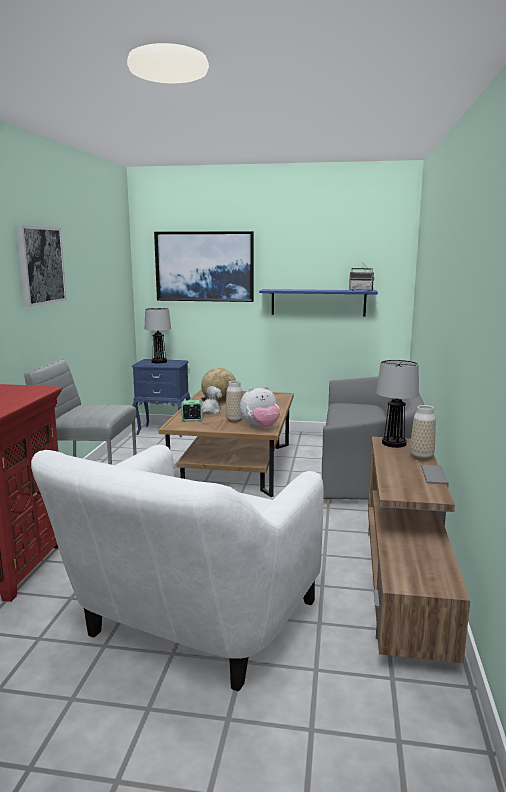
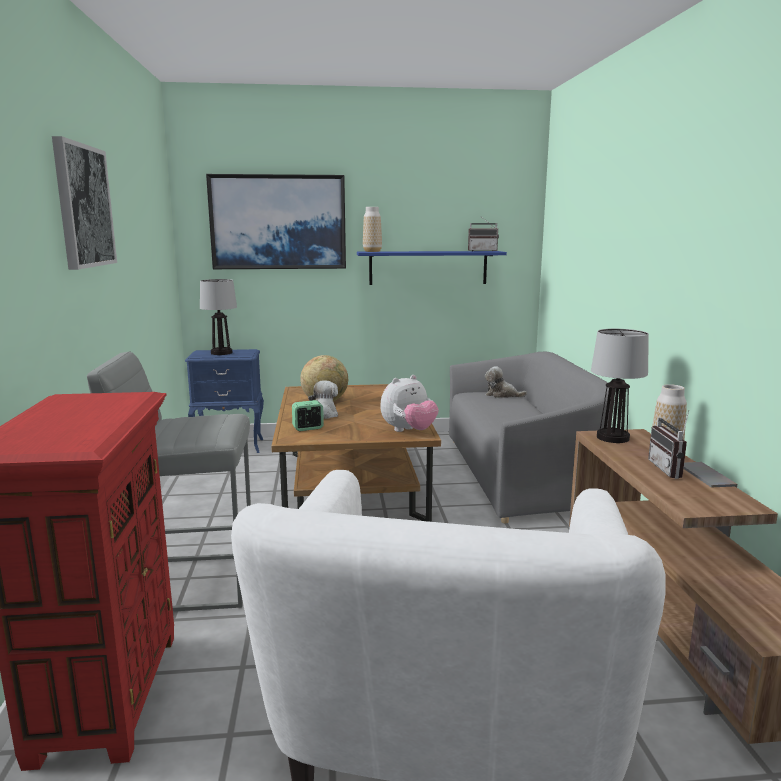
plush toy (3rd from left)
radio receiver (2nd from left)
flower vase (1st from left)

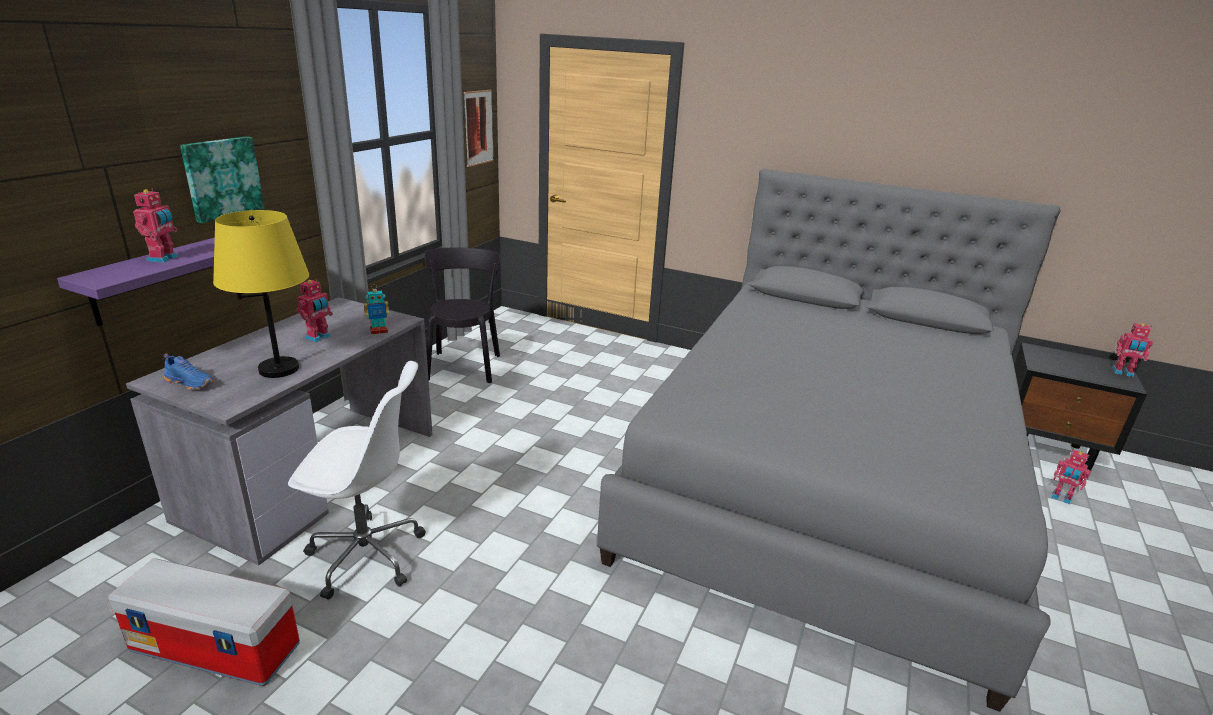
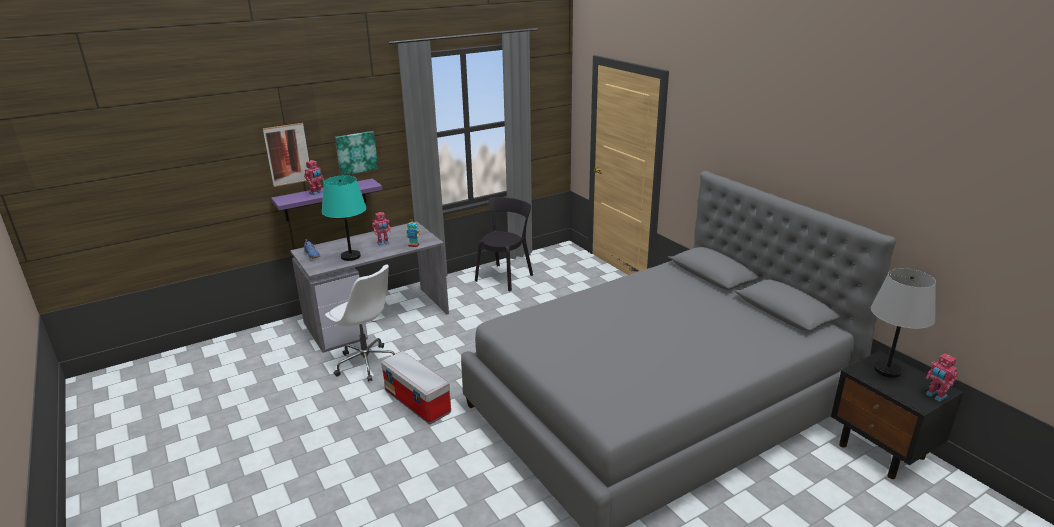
model robot (4th from left in the first image)
gray table lamp
storage container
wall art (1st from left)
turquoise-coloured table lamp

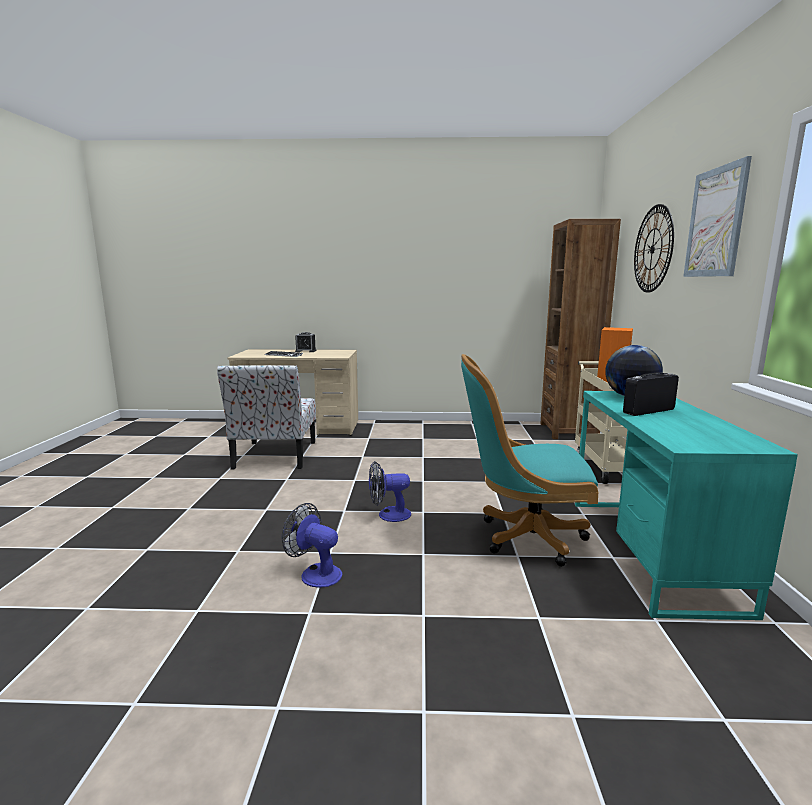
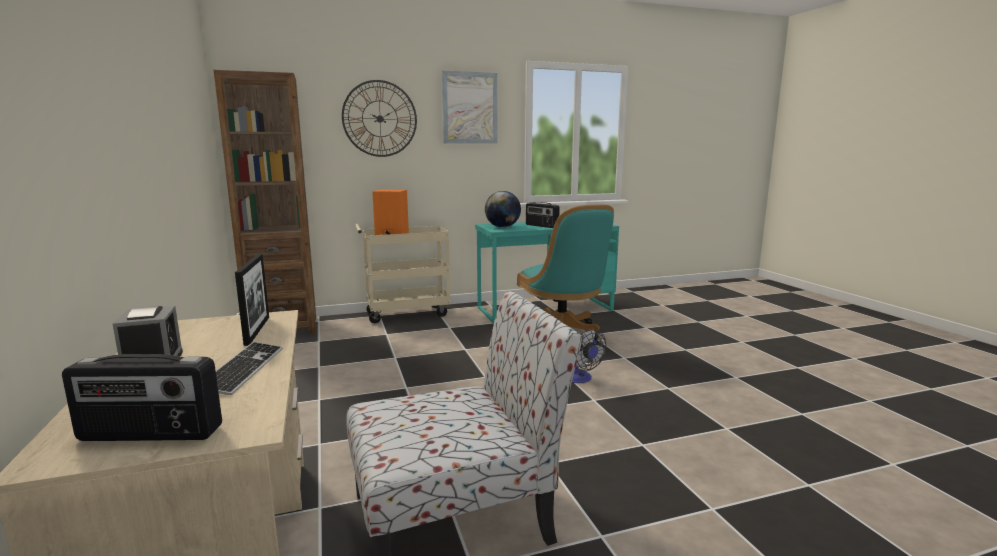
cooling fan (1st from left in the first image)
radio receiver (1st from left)
standing frame

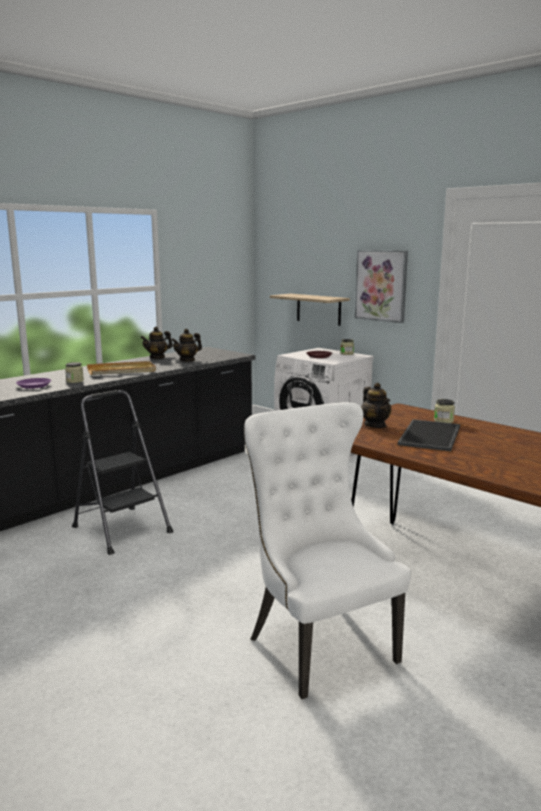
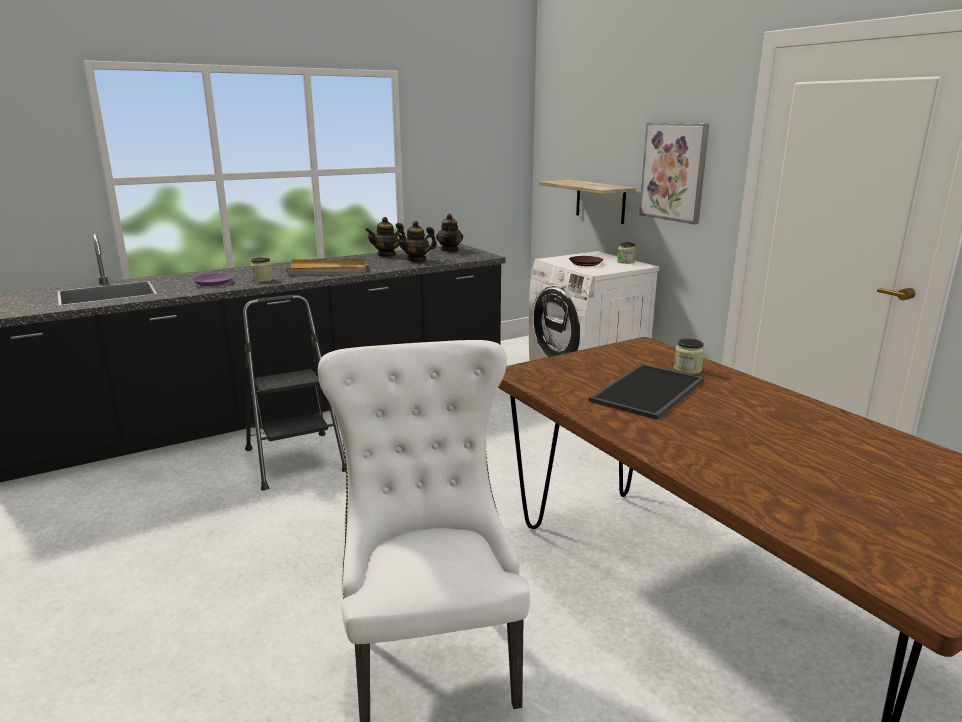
teapot (3rd from left)

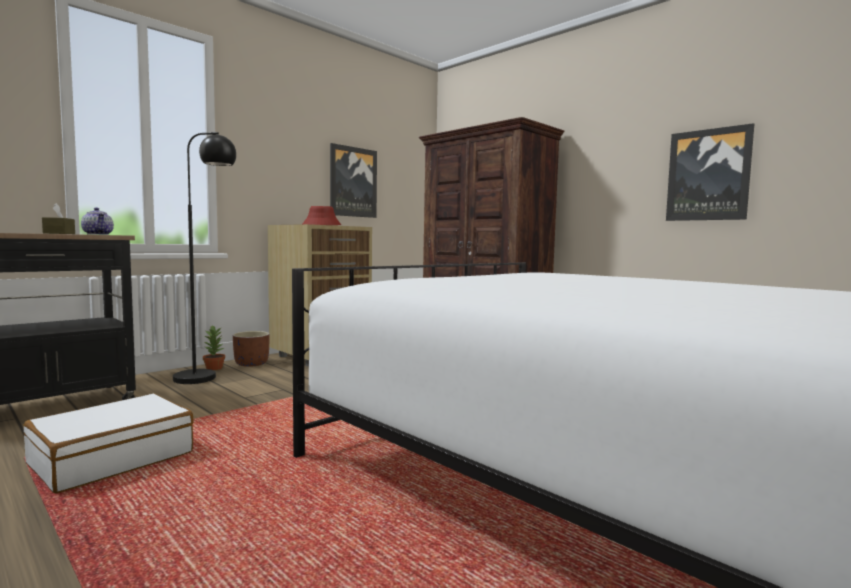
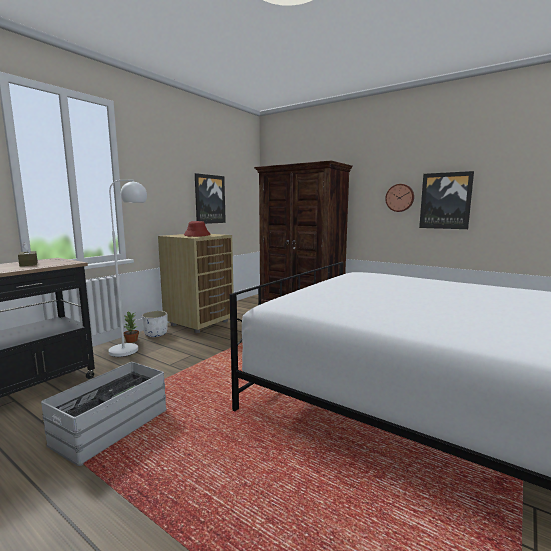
teapot
hanging clock
gray storage container
white-coloured floor lamp
white-coloured plant pot

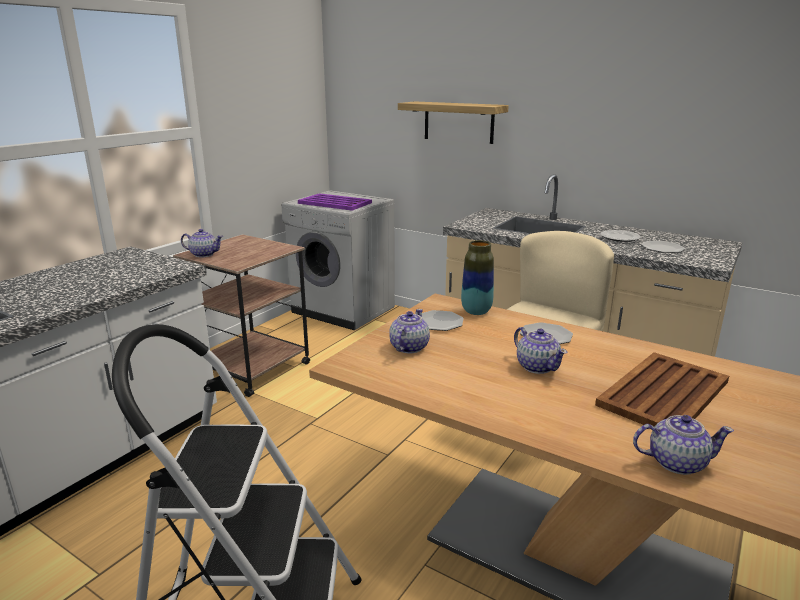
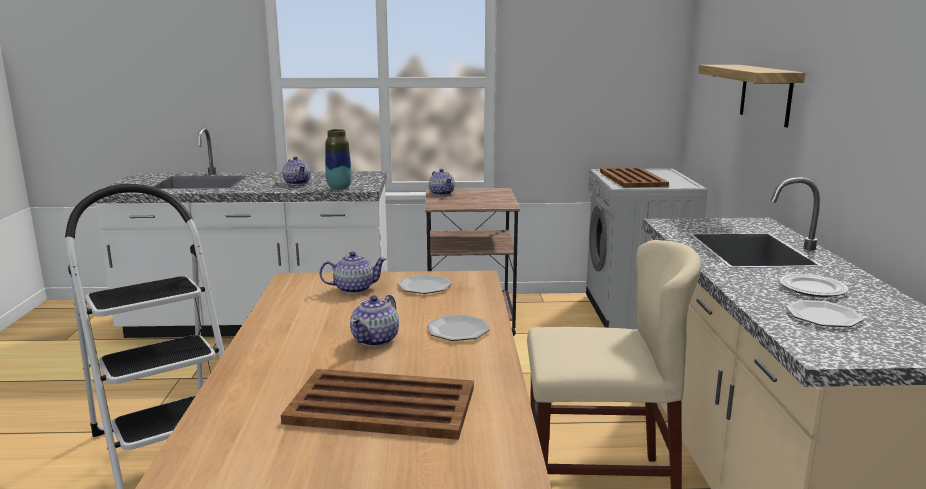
flower vase
teapot (1st from left)
brownish carrying tray (2nd from left)

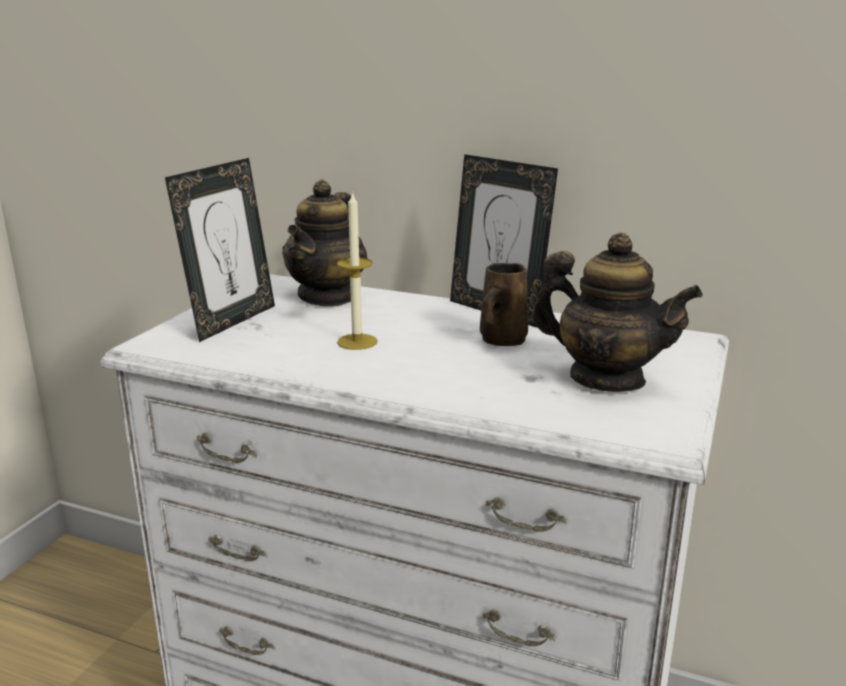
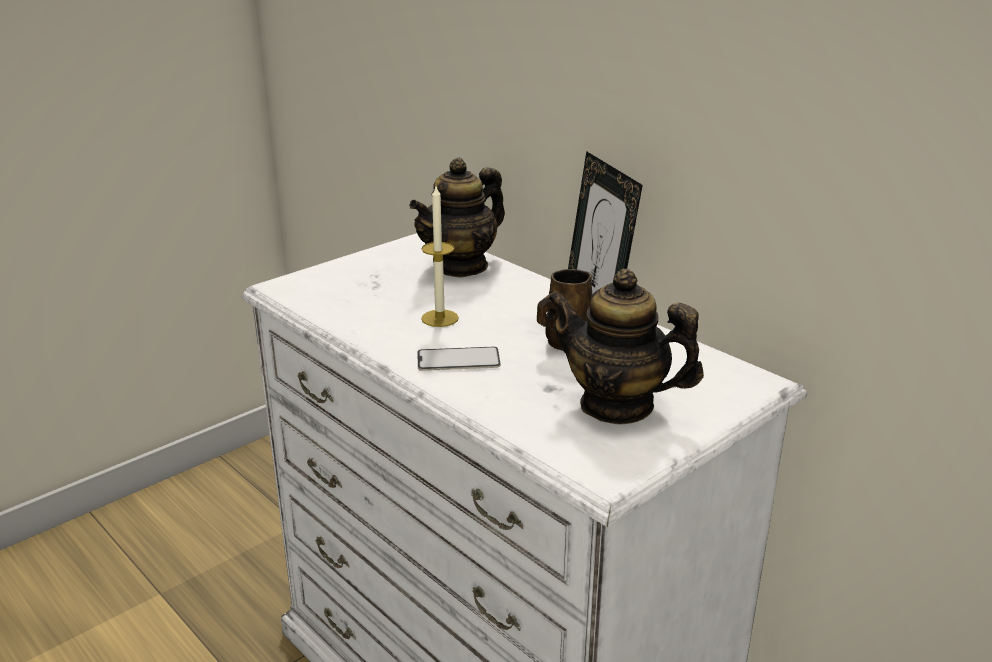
standing frame (1st from left in the first image)
handset
teapot (2nd from left)

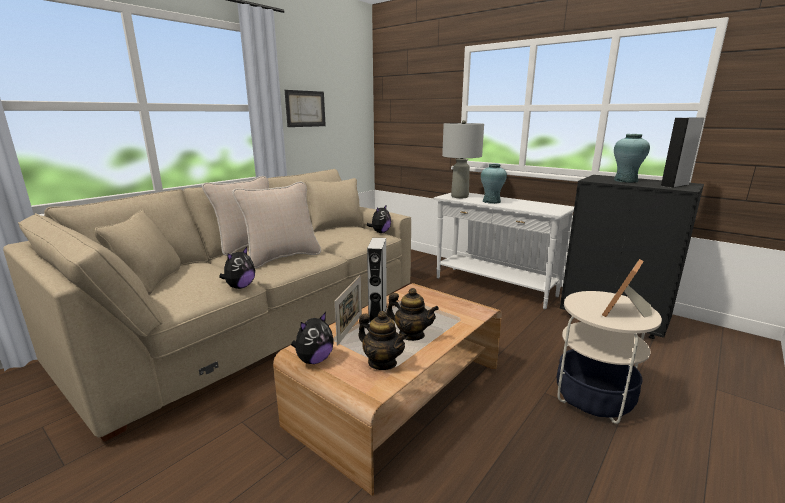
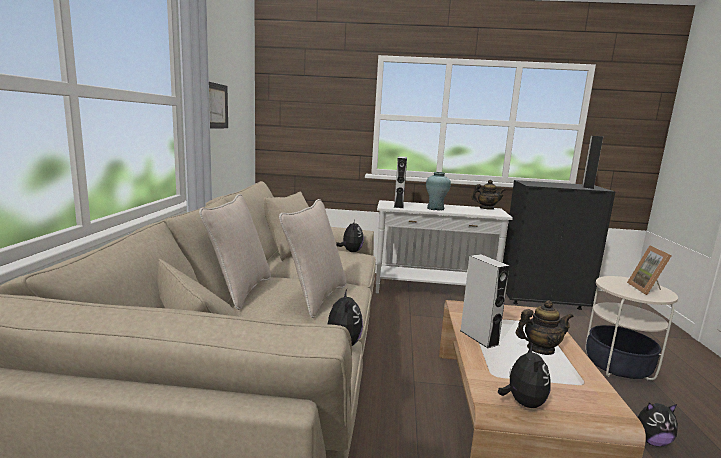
standing frame (1st from left in the first image)
turquoise-coloured flower vase (2nd from left in the first image)
plush toy (4th from left)
teapot (1st from left)
gray audio speaker (1st from left)

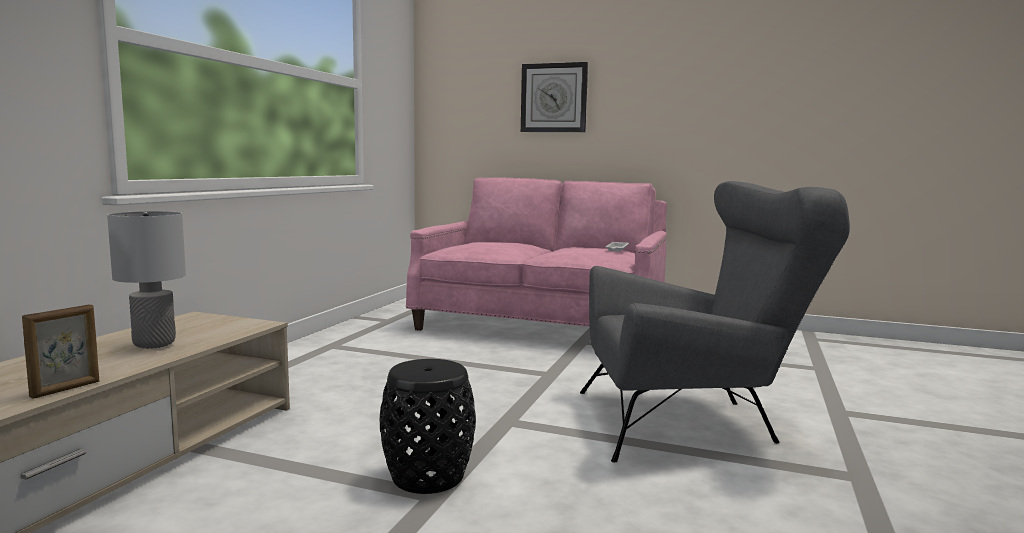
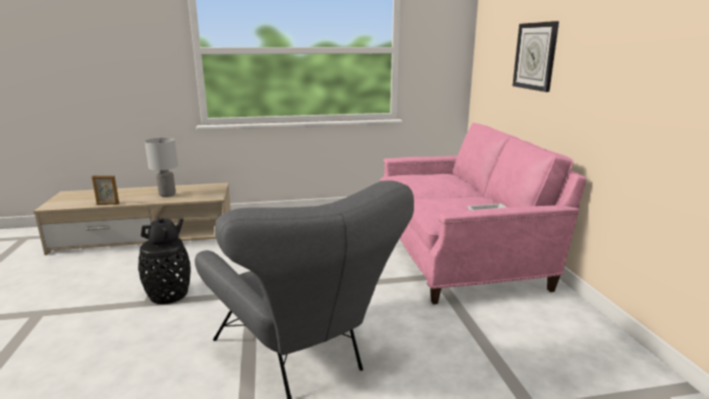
black-coloured teapot

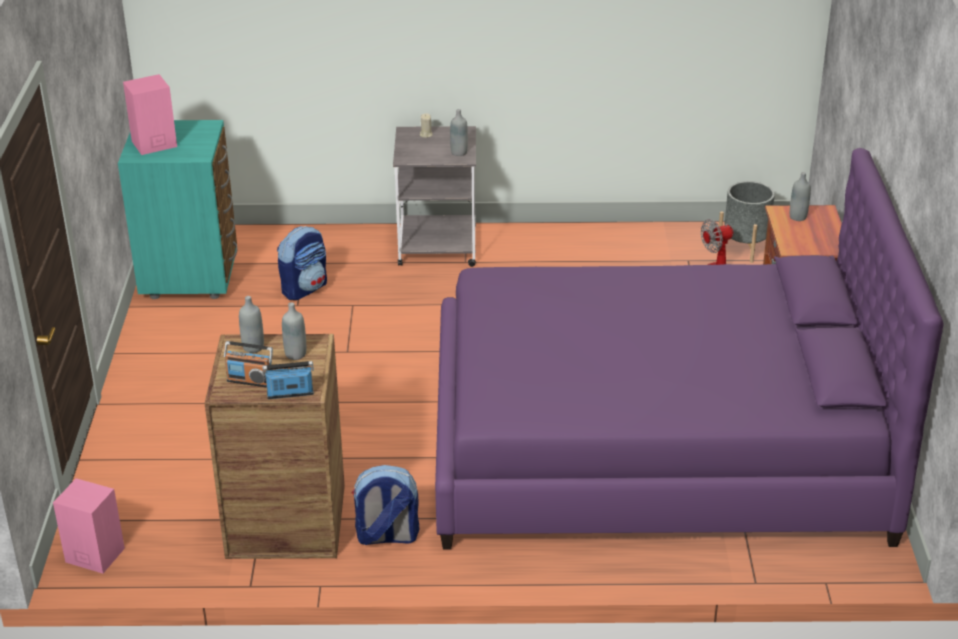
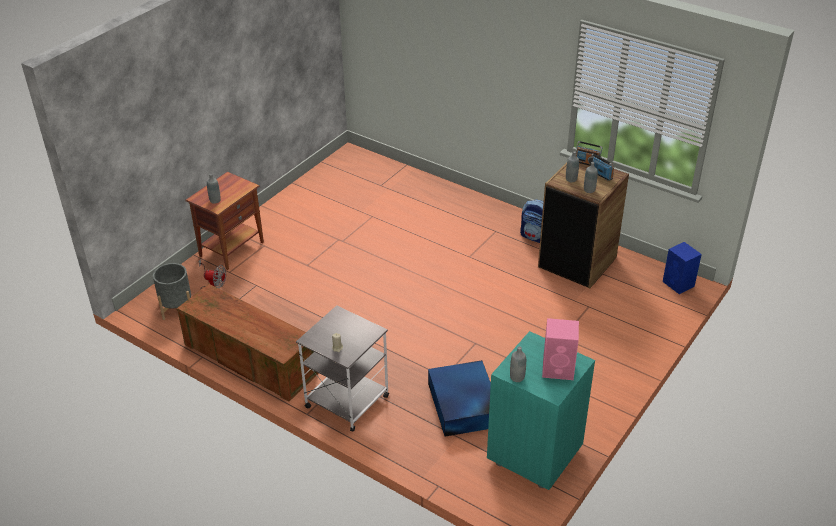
purplish bed
brownish bench
gray beverage bottle (2nd from left)
blue-coloured storage container
blue-coloured audio speaker

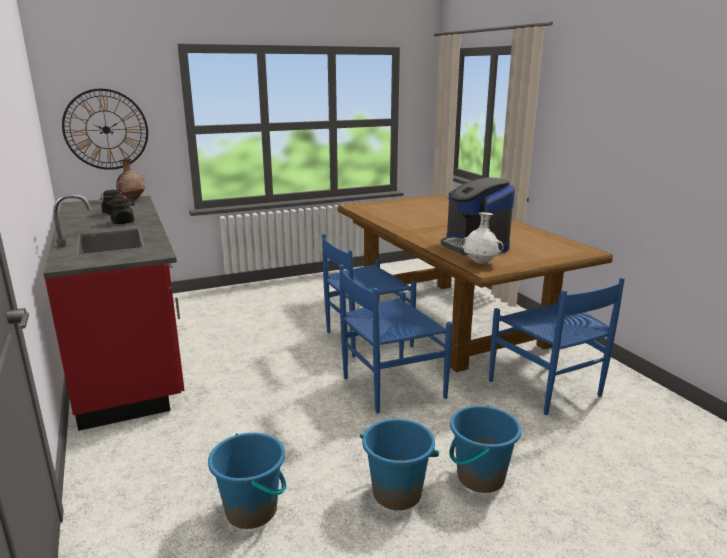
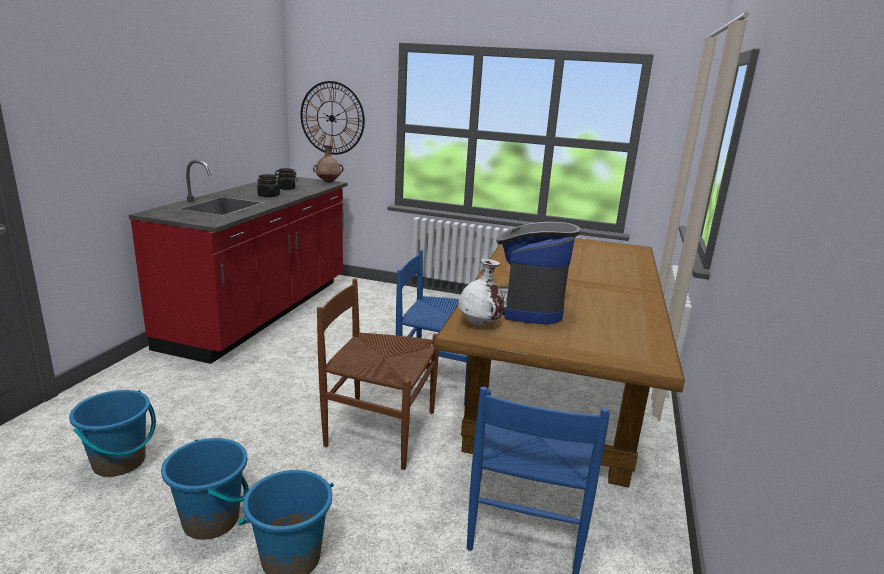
brownish chair

